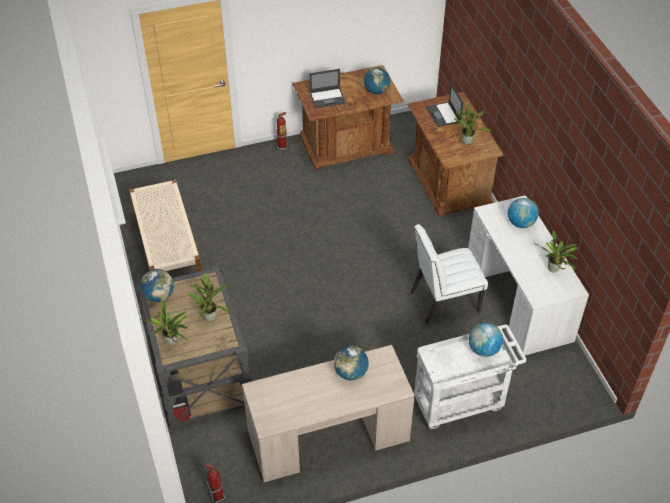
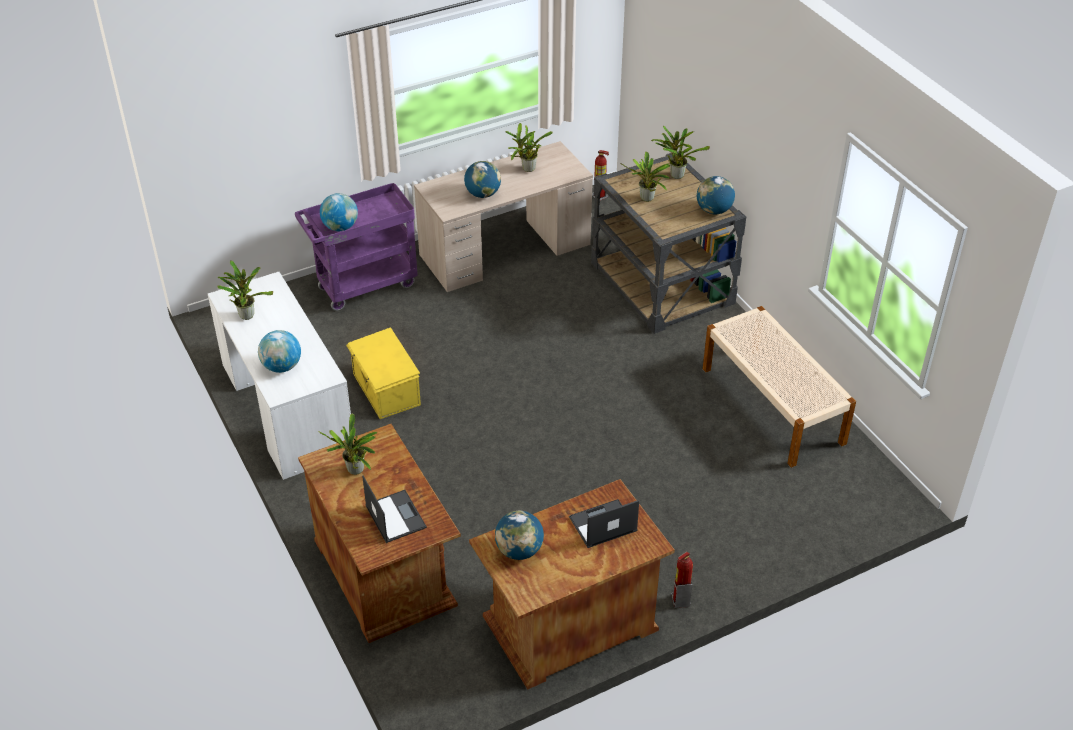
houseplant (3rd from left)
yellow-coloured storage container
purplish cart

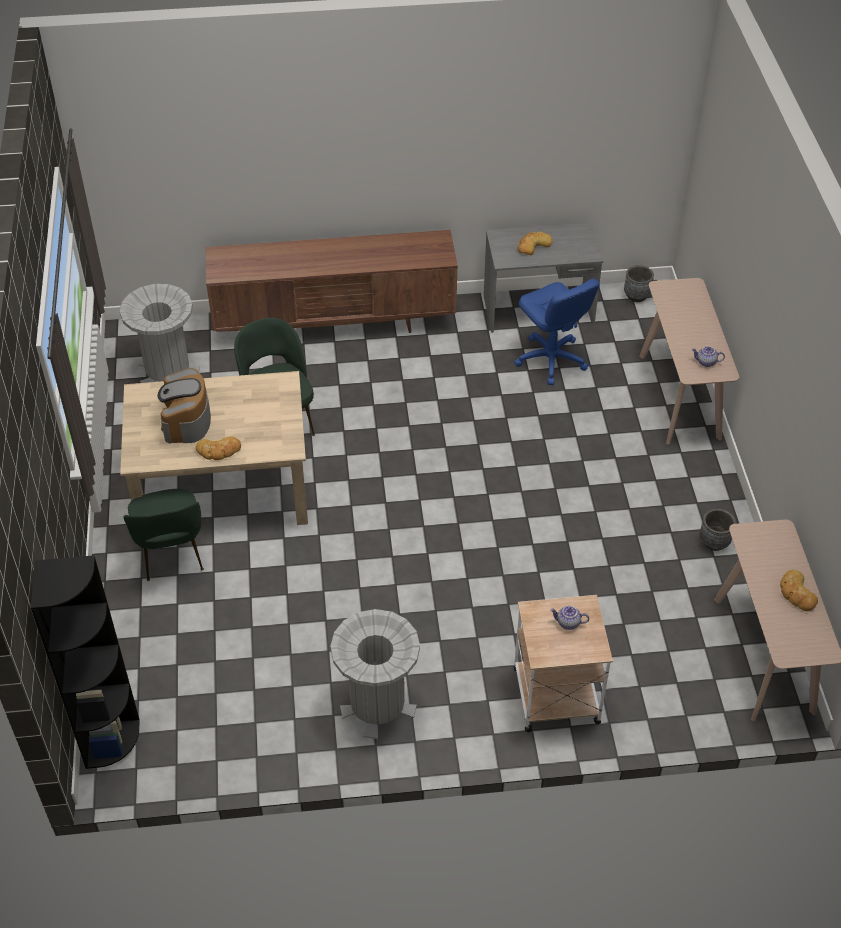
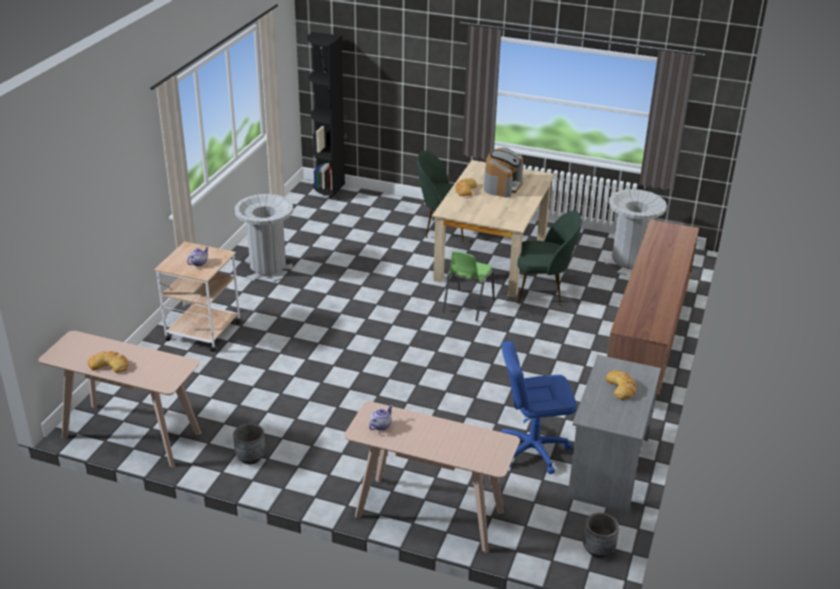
green chair (2nd from left)
coffee machine

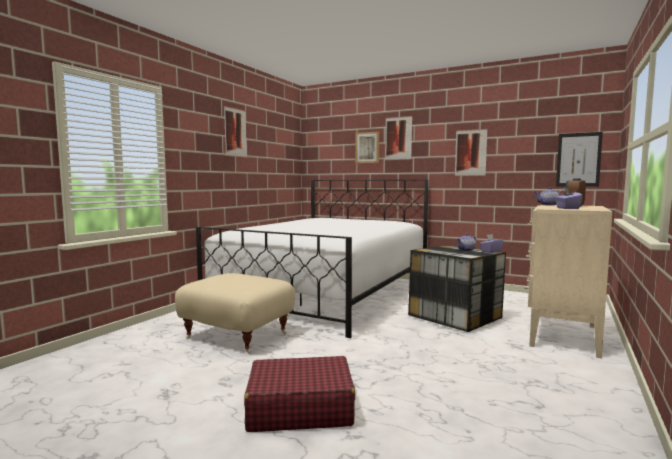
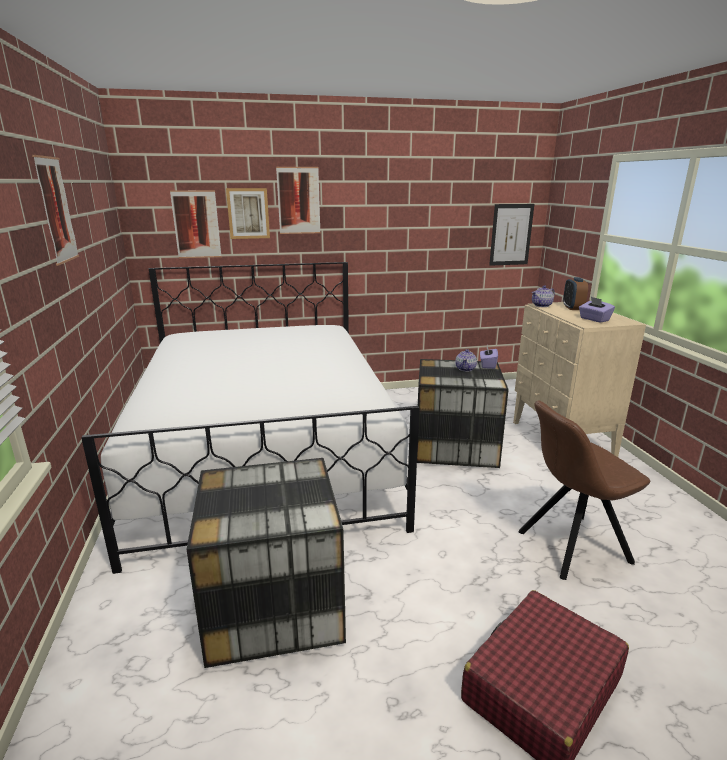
brownish chair
wall art (2nd from left)
storage container (1st from left)

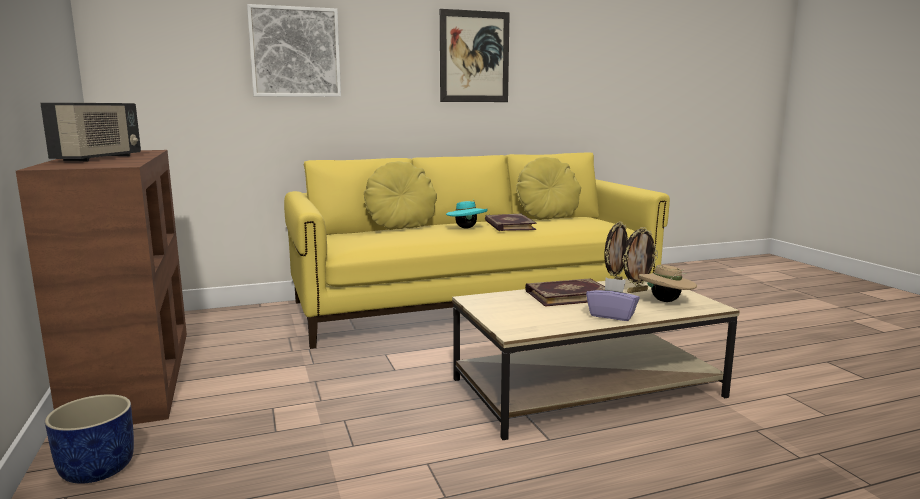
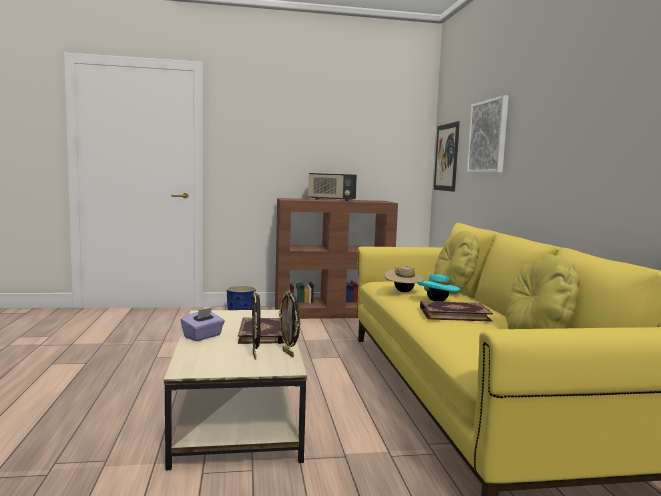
wall art (1st from left)
sand-coloured clothing hat

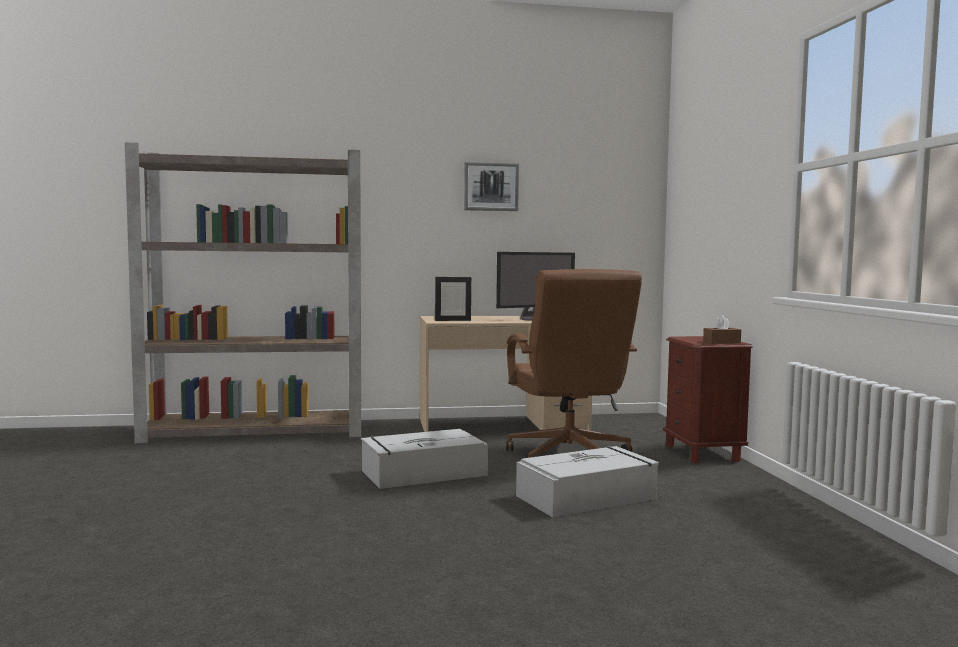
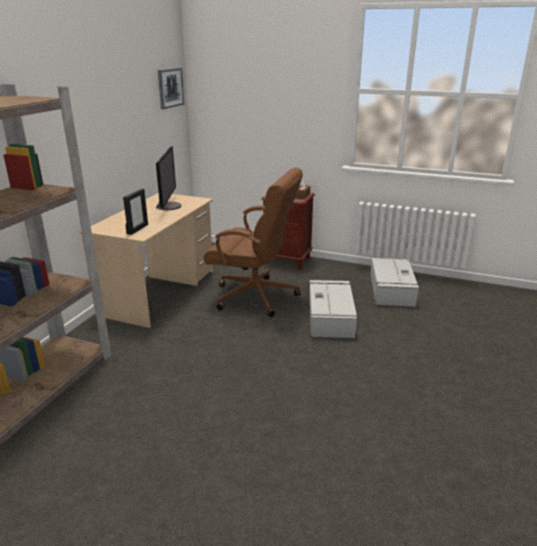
gray storage container (2nd from left)
wall art

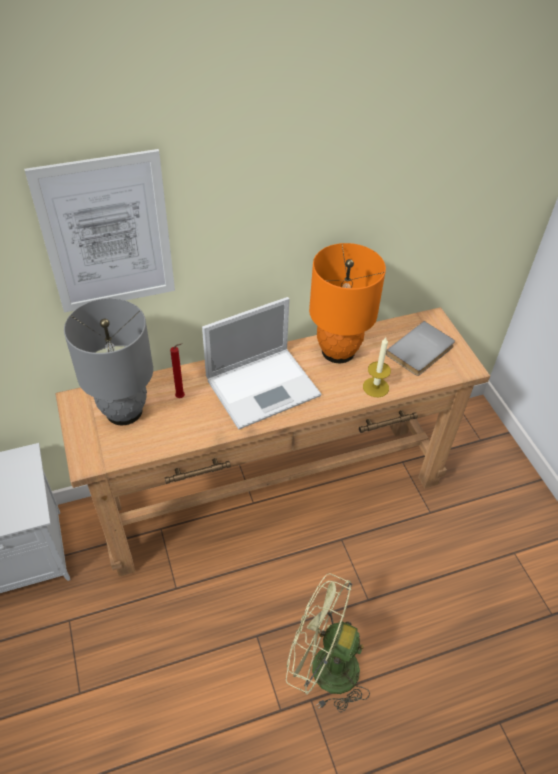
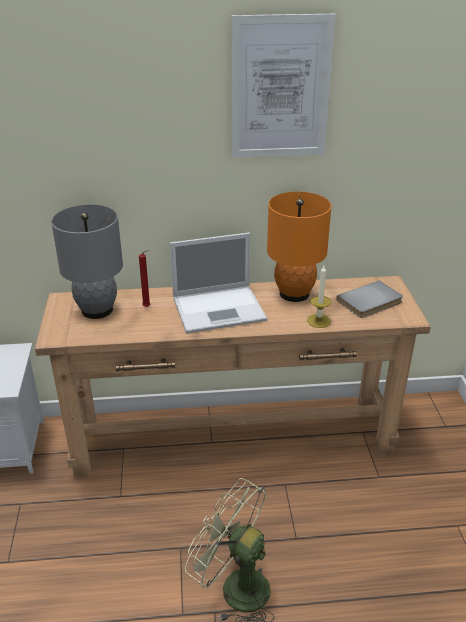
wall art

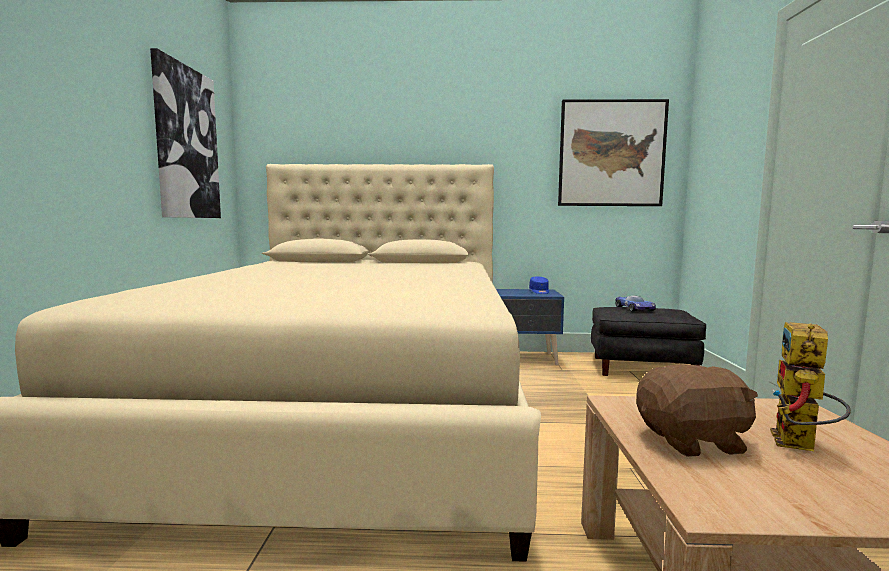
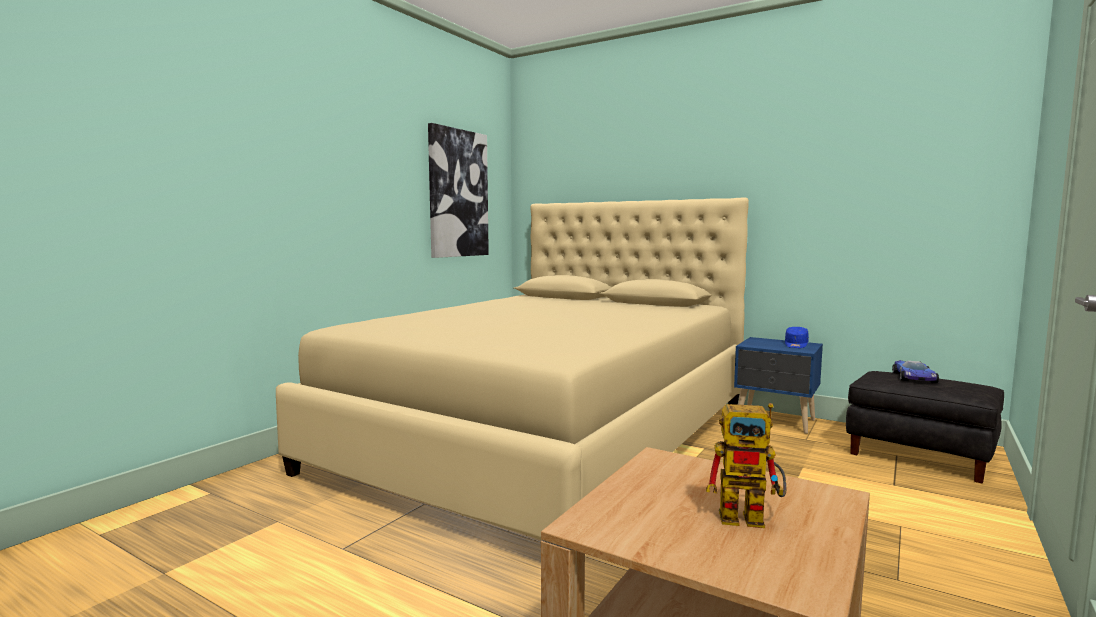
wall art (2nd from left in the first image)
brownish plush toy
model robot

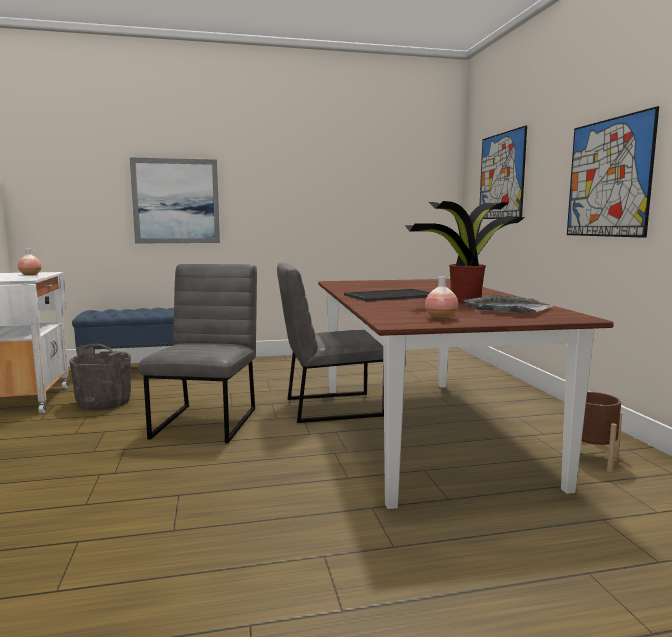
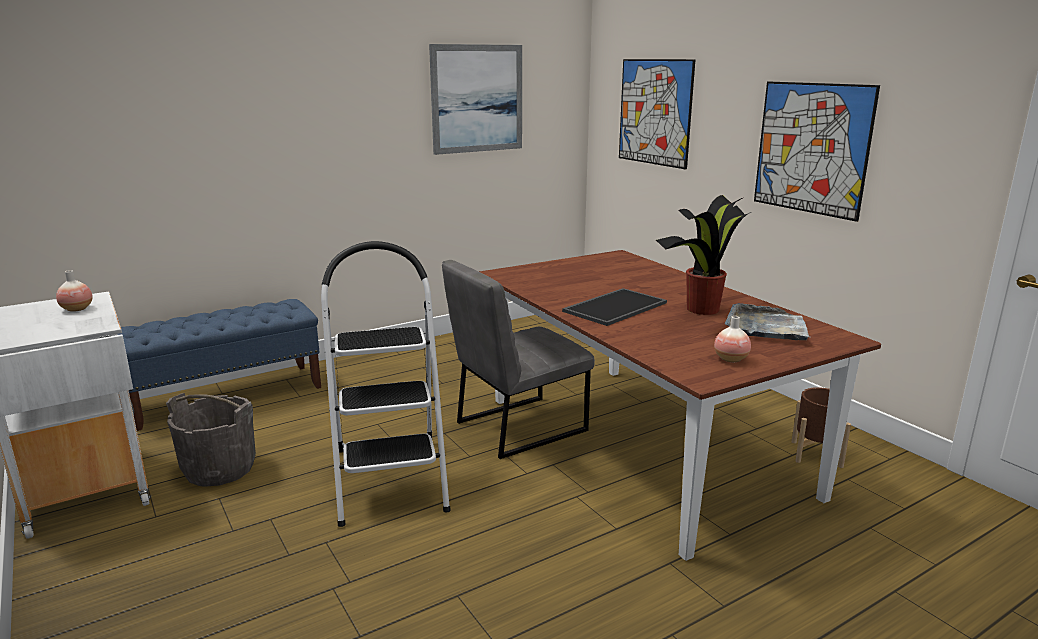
wall art (1st from left)
step stool

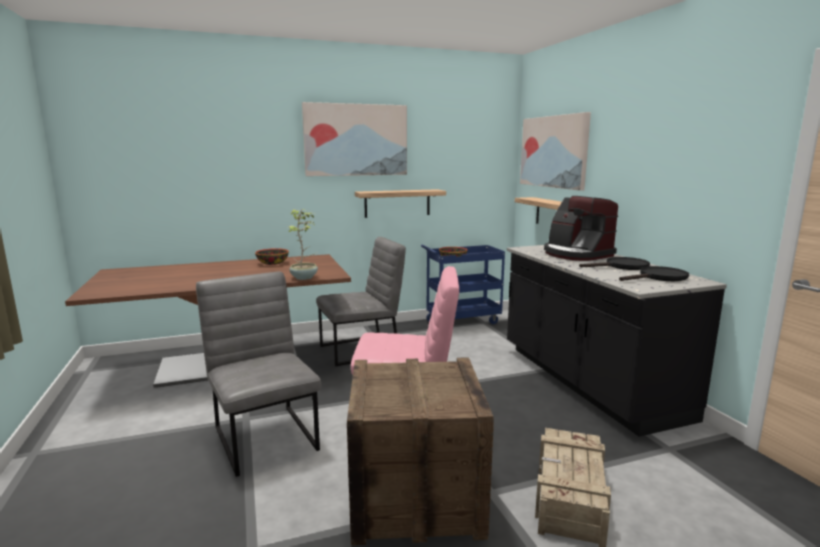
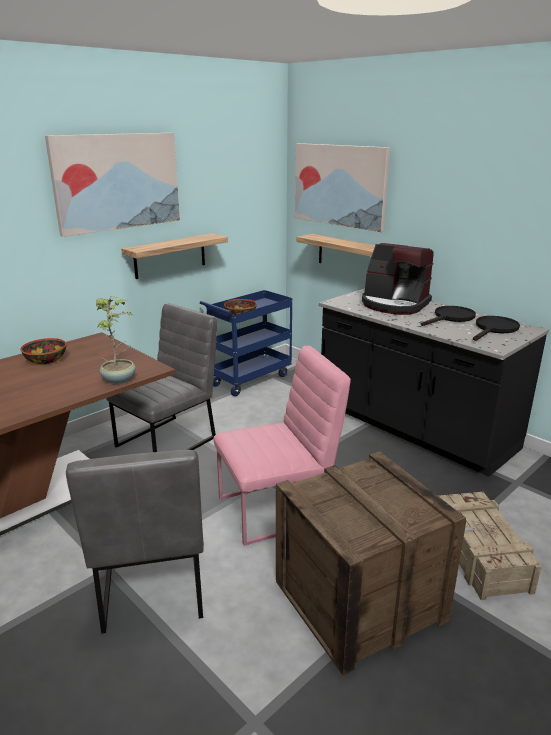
gray chair (1st from left)

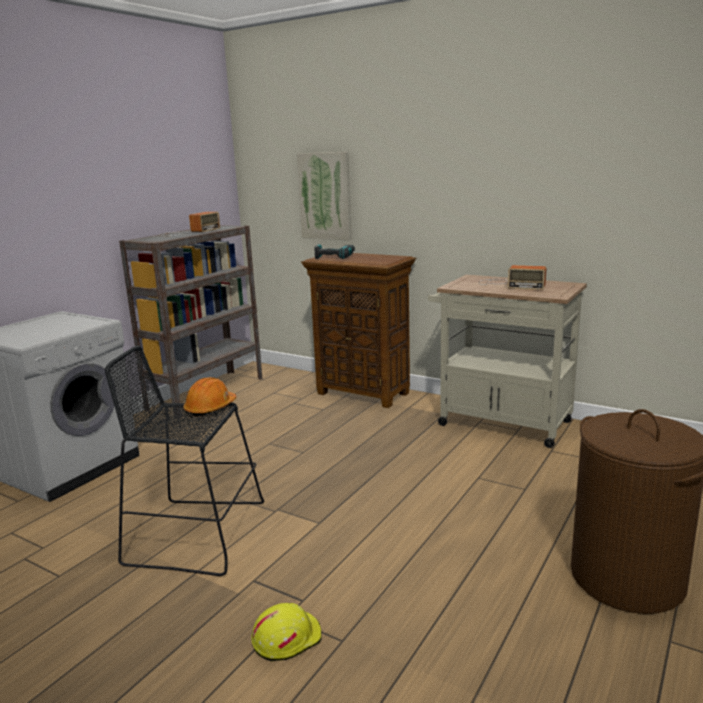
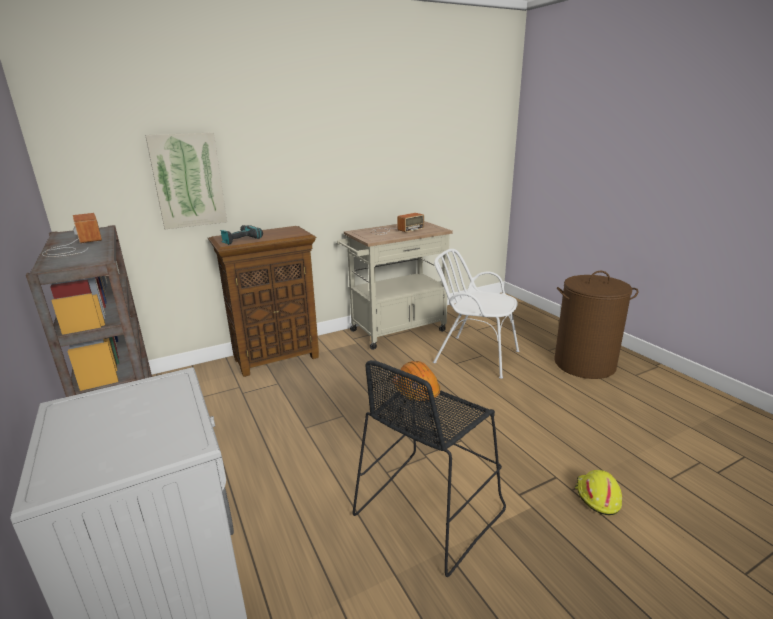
white-coloured chair

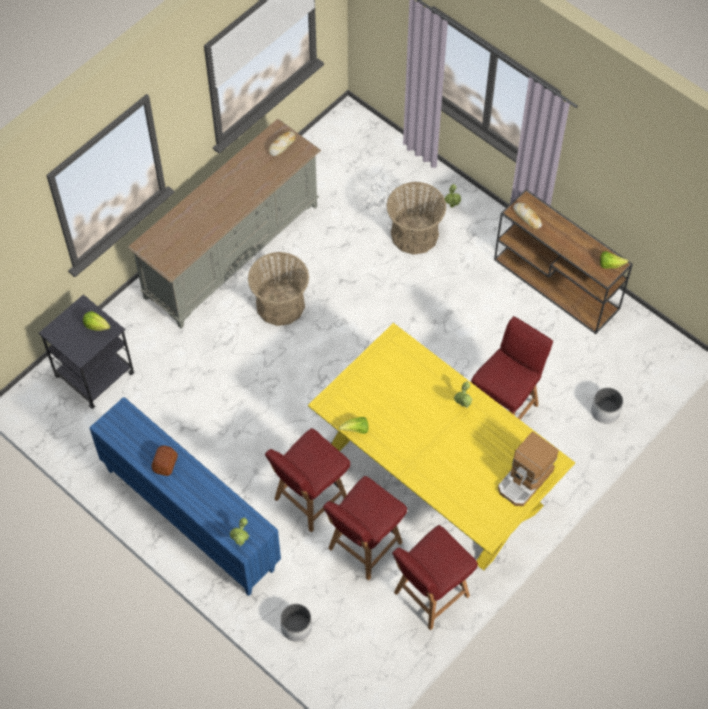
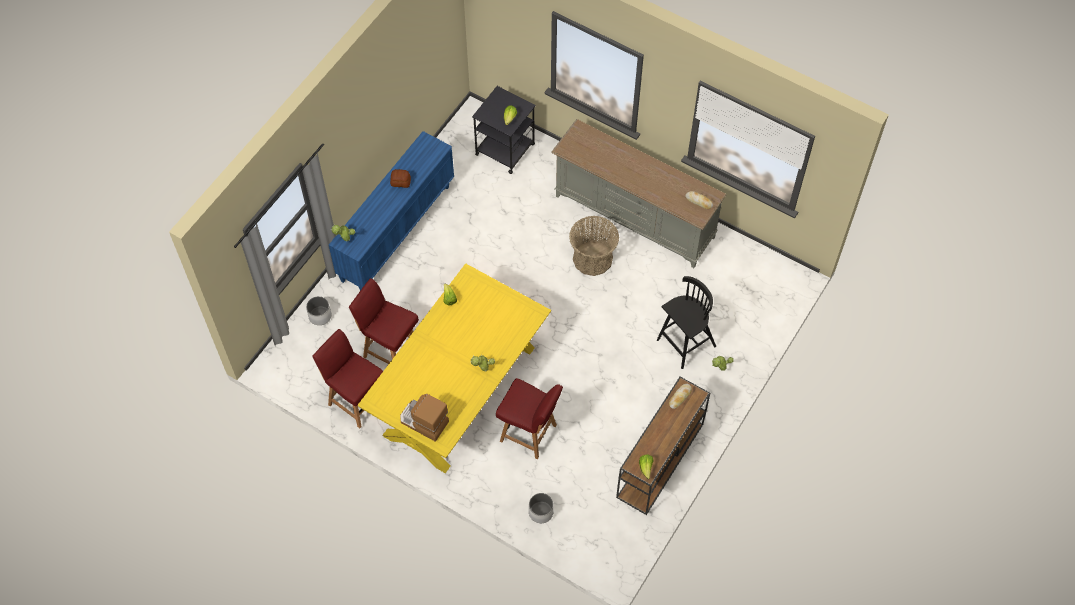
reddish chair (1st from left in the first image)
black-coloured stool seat

